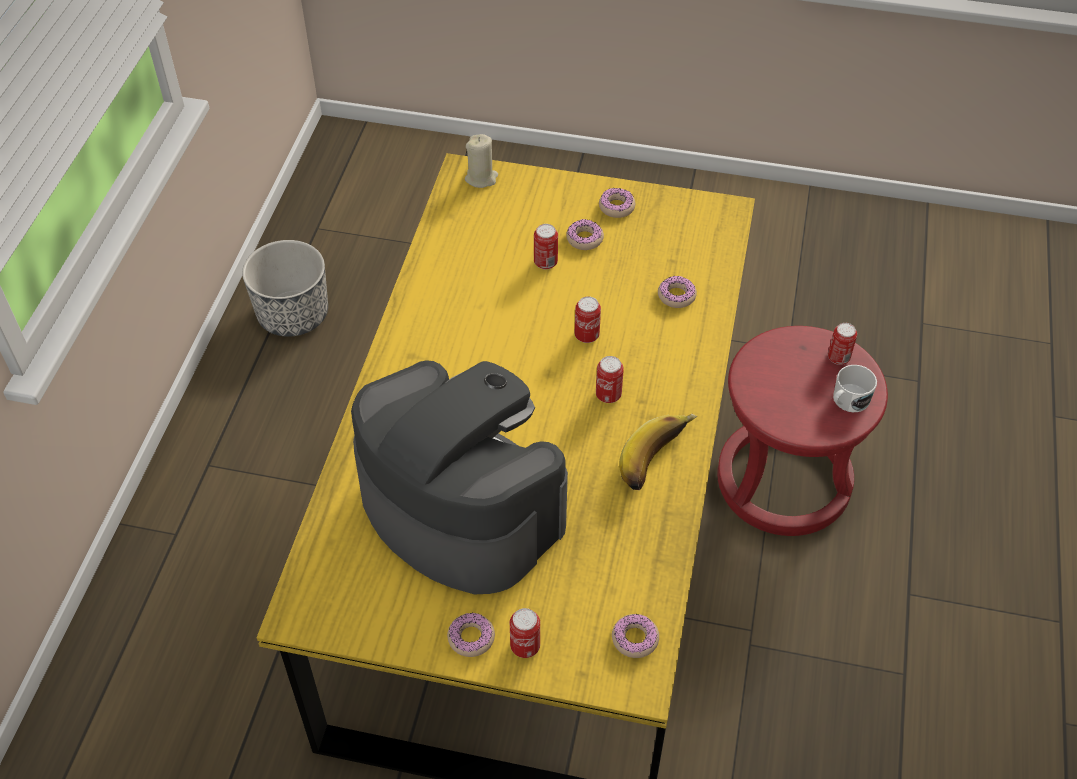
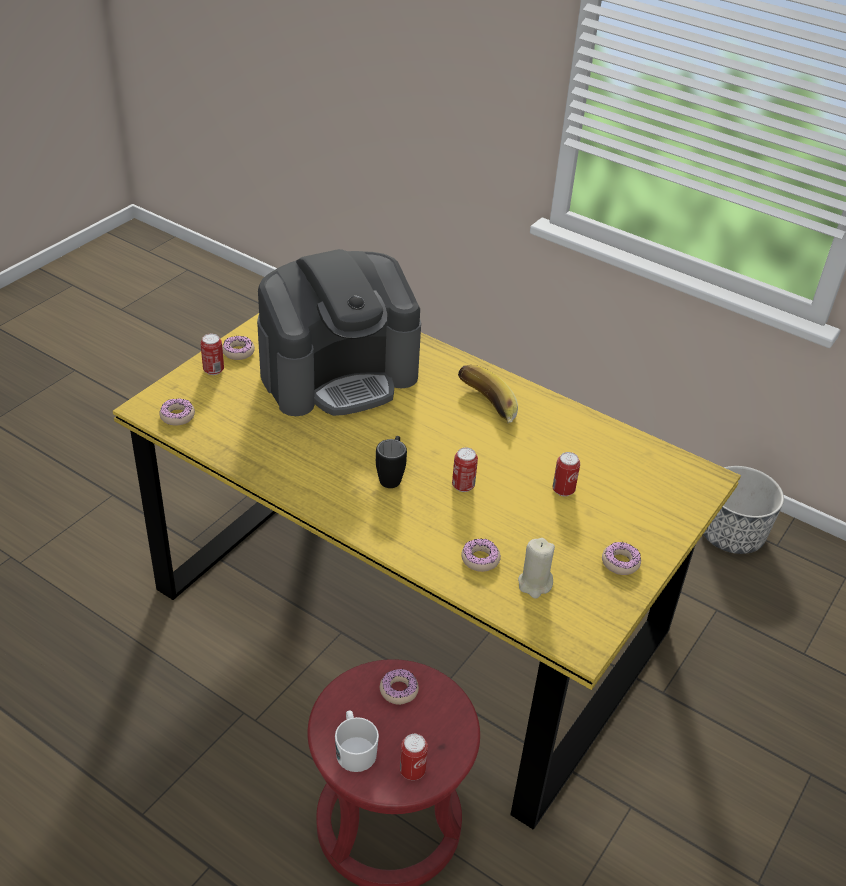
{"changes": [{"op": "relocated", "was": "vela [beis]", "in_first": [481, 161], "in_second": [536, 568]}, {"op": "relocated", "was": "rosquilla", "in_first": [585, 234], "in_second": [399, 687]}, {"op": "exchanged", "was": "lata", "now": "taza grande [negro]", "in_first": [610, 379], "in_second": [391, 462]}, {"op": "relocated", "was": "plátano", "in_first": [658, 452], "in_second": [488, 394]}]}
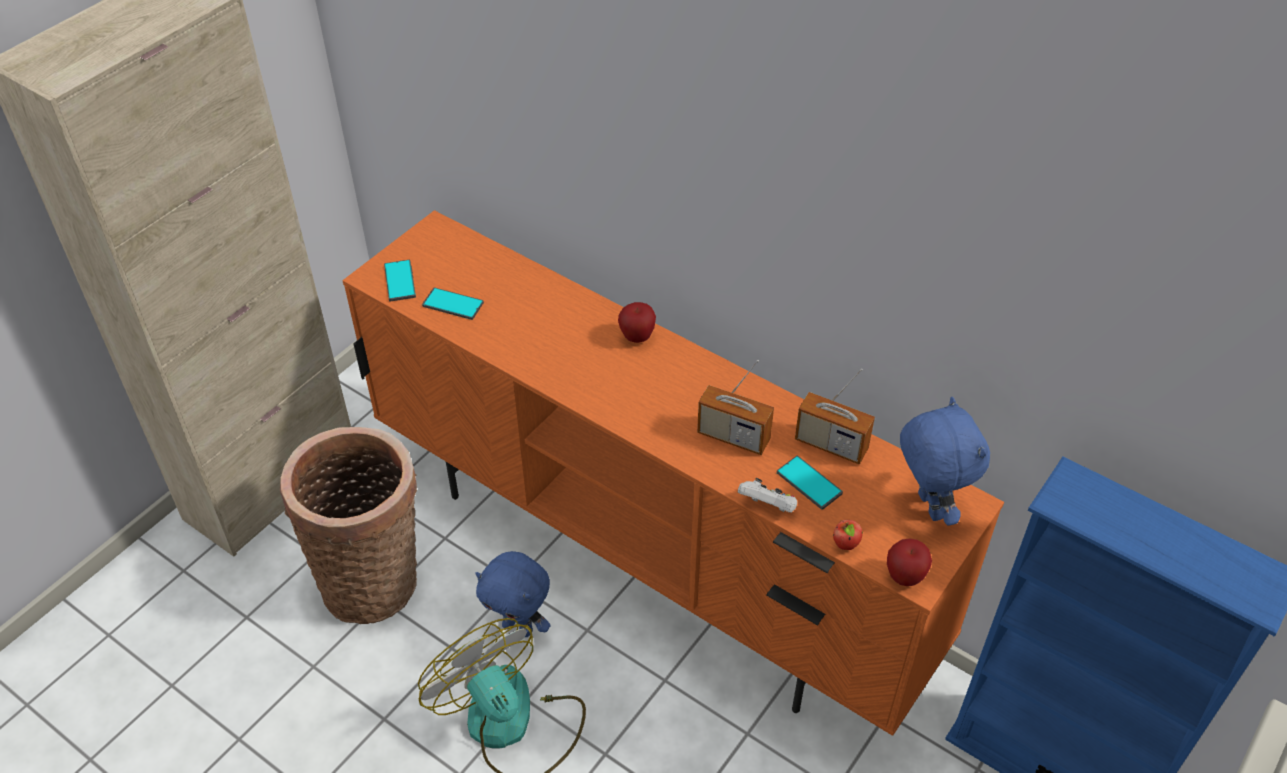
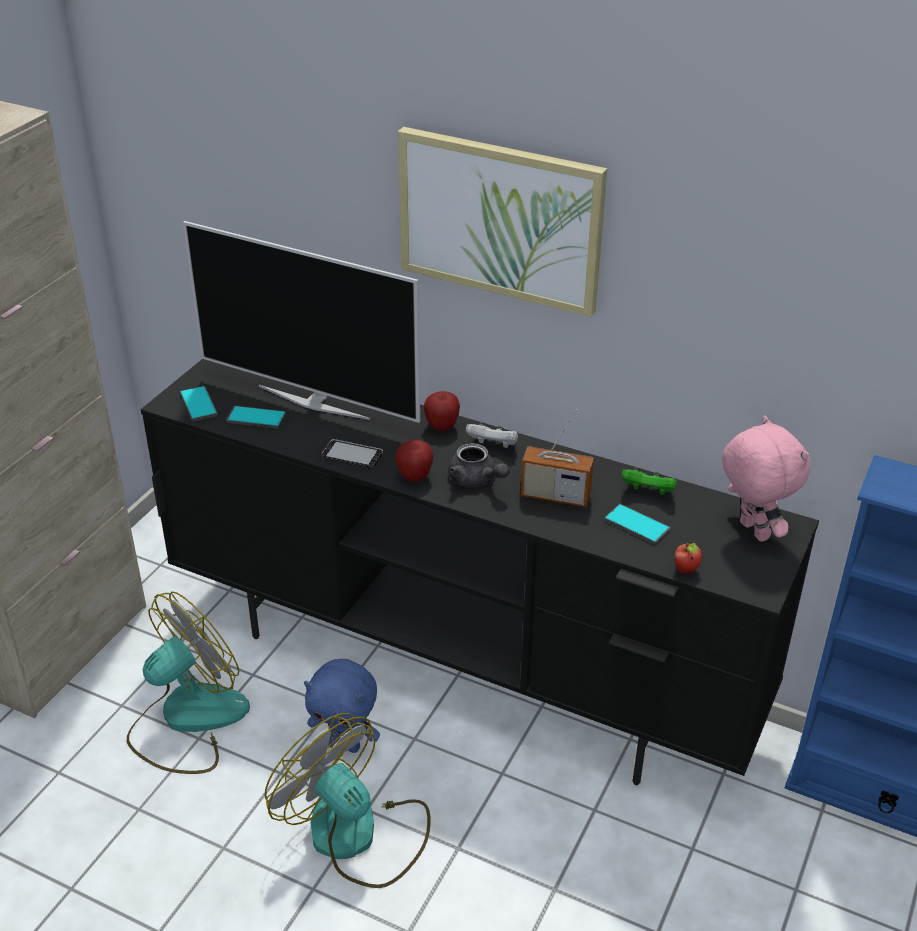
{"changes": [{"op": "exchanged", "was": "cesta", "now": "ventilador", "in_first": [348, 525], "in_second": [188, 682]}, {"op": "colour", "was": "mueble de televisión [naranja]", "now": "mueble de televisión [negro]", "in_first": [673, 473], "in_second": [480, 572]}, {"op": "relocated", "was": "mando de consola [blanco]", "in_first": [767, 495], "in_second": [492, 435]}, {"op": "exchanged", "was": "radio", "now": "mando de consola [verde]", "in_first": [835, 416], "in_second": [649, 481]}, {"op": "relocated", "was": "manzana", "in_first": [909, 562], "in_second": [414, 461]}, {"op": "colour", "was": "peluche [azul]", "now": "peluche [rosa]", "in_first": [945, 461], "in_second": [766, 478]}, {"op": "appeared", "now": "televisor", "in_second": [301, 322]}, {"op": "appeared", "now": "móvil", "in_second": [352, 454]}, {"op": "appeared", "now": "cuadro", "in_second": [502, 222]}, {"op": "appeared", "now": "tetera [gris]", "in_second": [479, 465]}]}
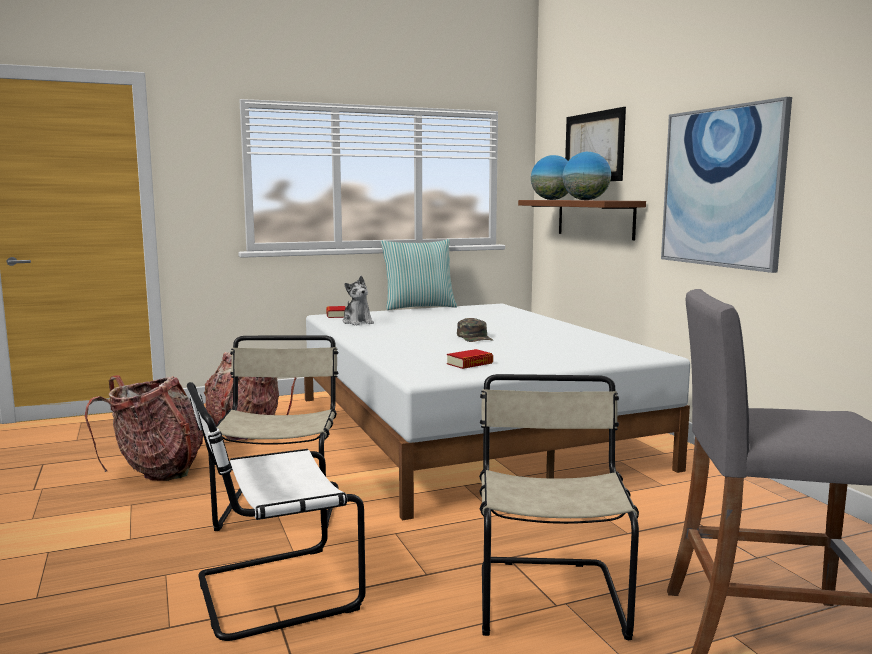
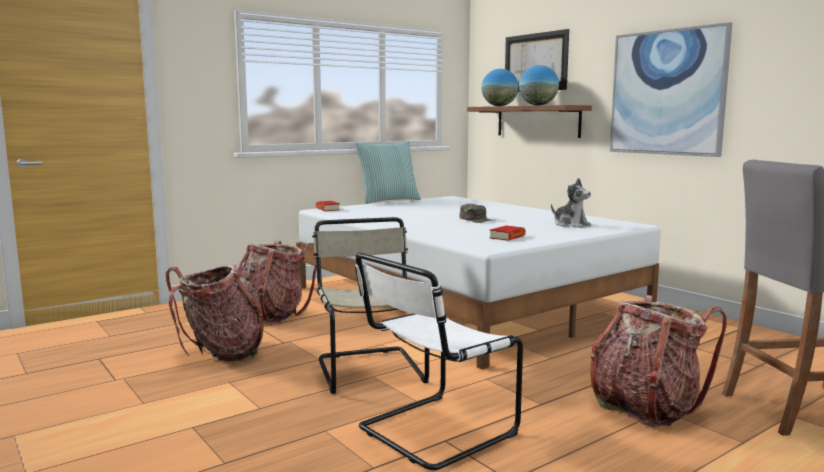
{"changes": [{"op": "relocated", "was": "peluche", "in_first": [358, 301], "in_second": [571, 203]}, {"op": "exchanged", "was": "silla [beis]", "now": "mochila", "in_first": [559, 507], "in_second": [658, 361]}]}
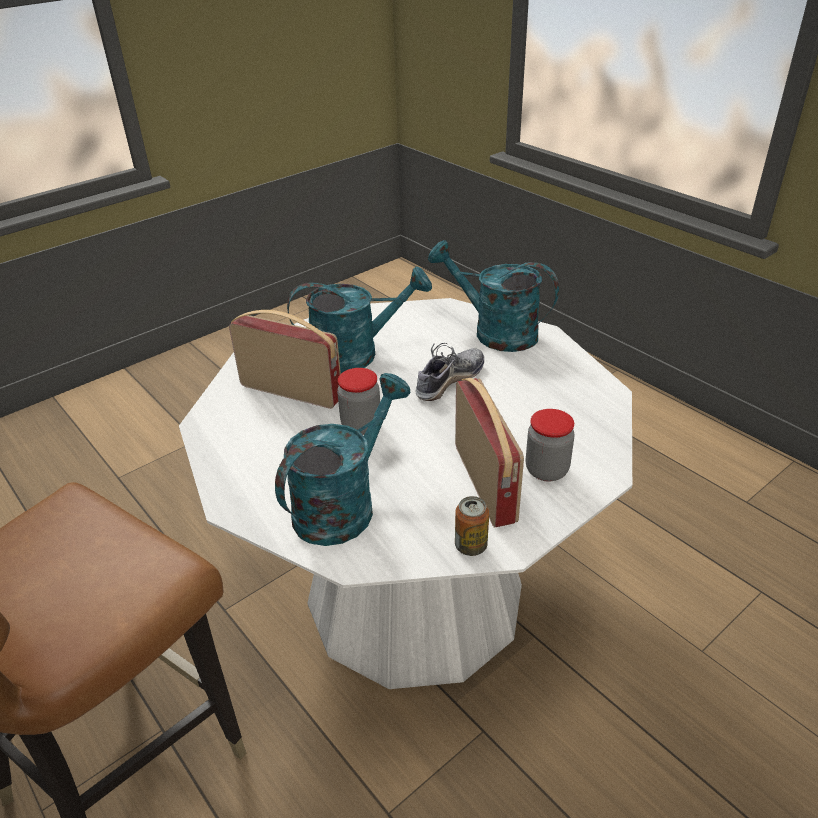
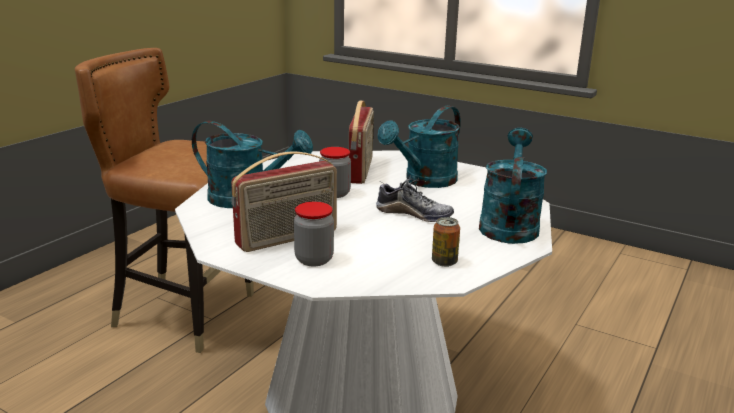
{"changes": [{"op": "spun", "was": "regadera [turquesa]", "in_first": [359, 319], "in_second": [419, 147], "clockwise": 75}, {"op": "relocated", "was": "lata", "in_first": [472, 526], "in_second": [446, 242]}]}
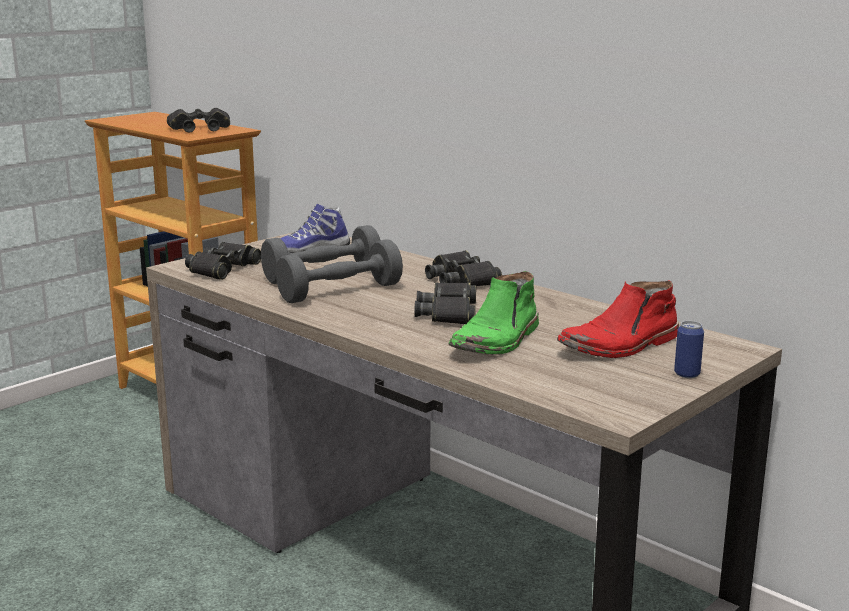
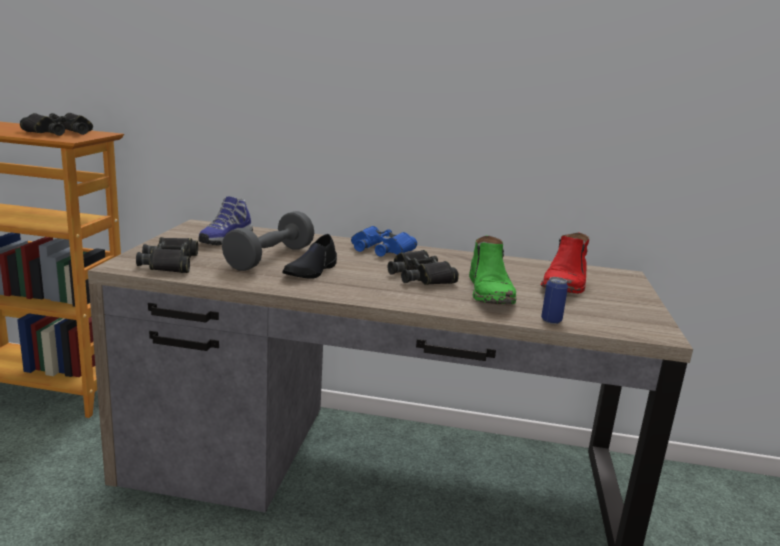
{"changes": [{"op": "exchanged", "was": "mancuerna [gris]", "now": "zapato [negro]", "in_first": [339, 271], "in_second": [309, 256]}, {"op": "colour", "was": "prismáticos [negro]", "now": "prismáticos [azul]", "in_first": [463, 268], "in_second": [384, 241]}, {"op": "relocated", "was": "lata", "in_first": [689, 349], "in_second": [554, 300]}]}
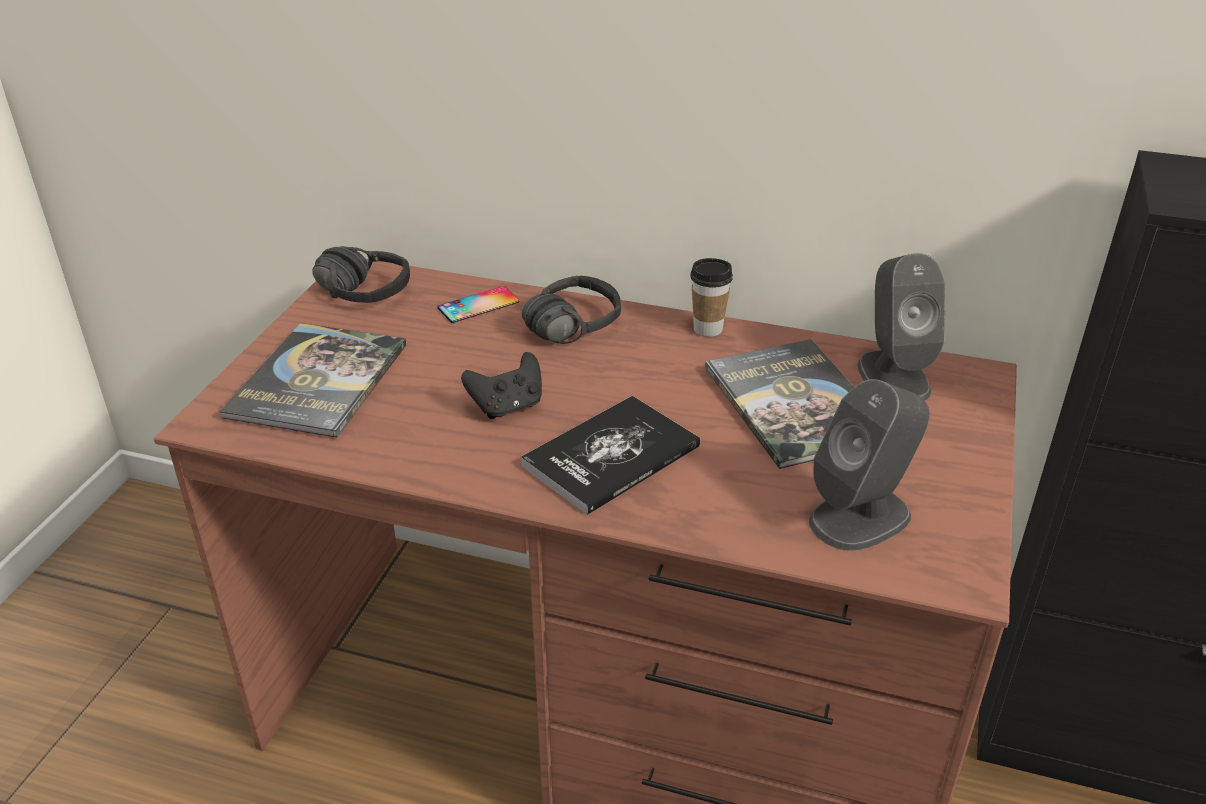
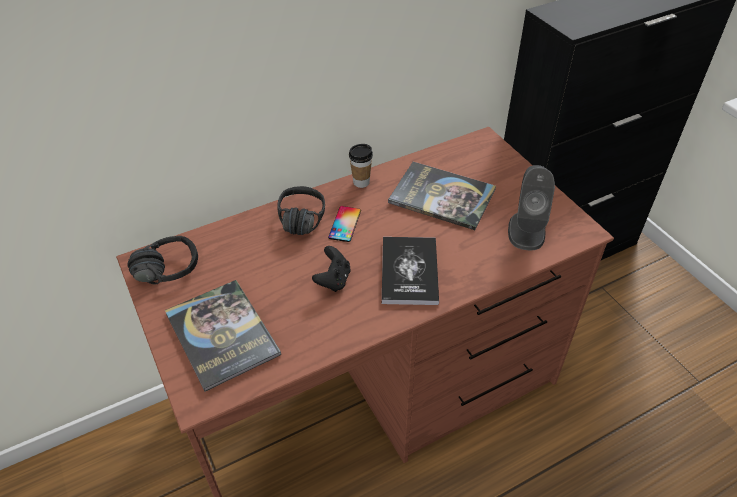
{"changes": [{"op": "relocated", "was": "móvil", "in_first": [478, 304], "in_second": [344, 224]}, {"op": "missing", "was": "altavoz [gris]", "in_first": [901, 327]}]}
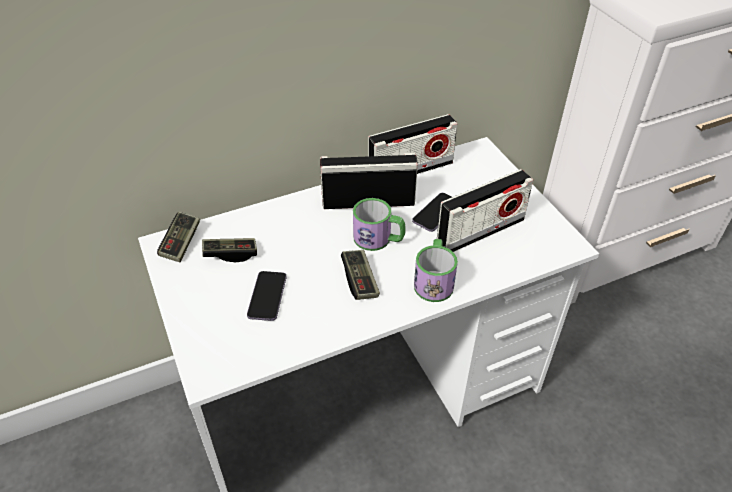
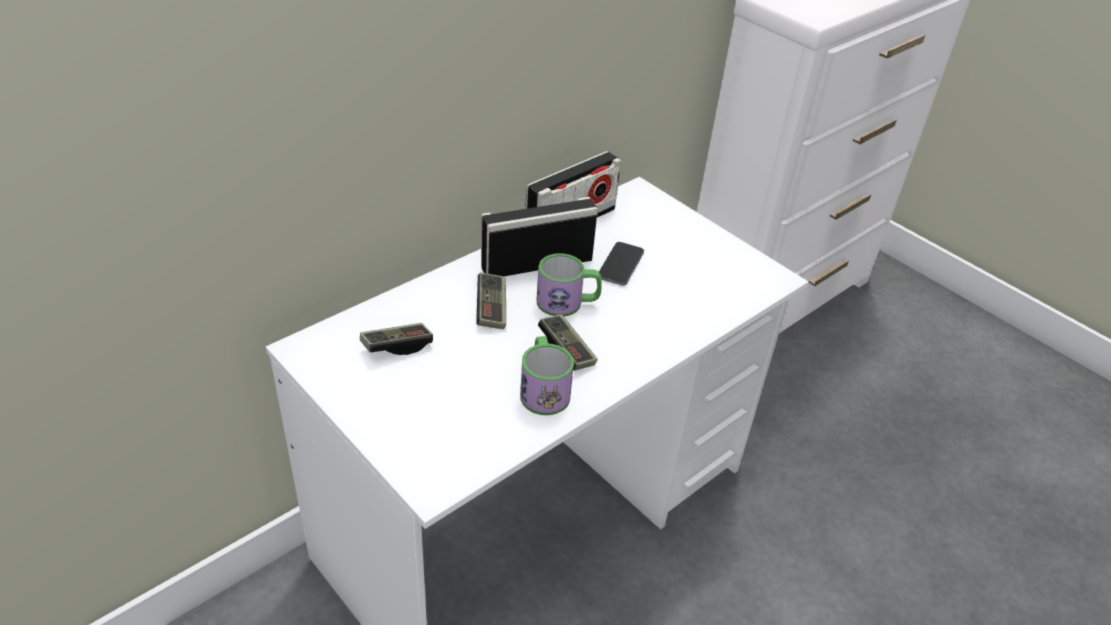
{"changes": [{"op": "relocated", "was": "mando de consola", "in_first": [178, 237], "in_second": [491, 300]}, {"op": "missing", "was": "móvil", "in_first": [266, 296]}, {"op": "relocated", "was": "taza grande", "in_first": [436, 270], "in_second": [547, 375]}, {"op": "missing", "was": "radio", "in_first": [485, 210]}]}
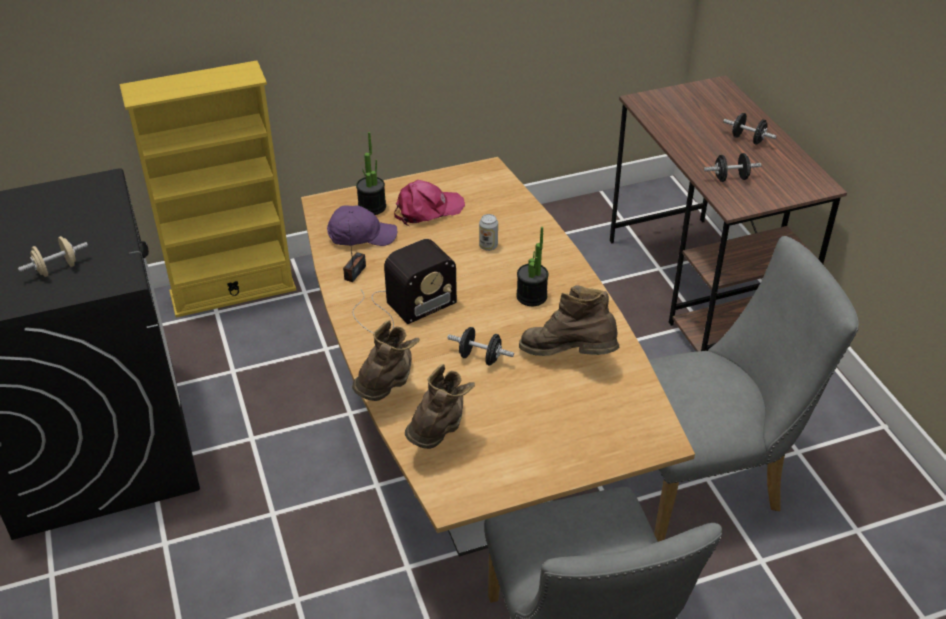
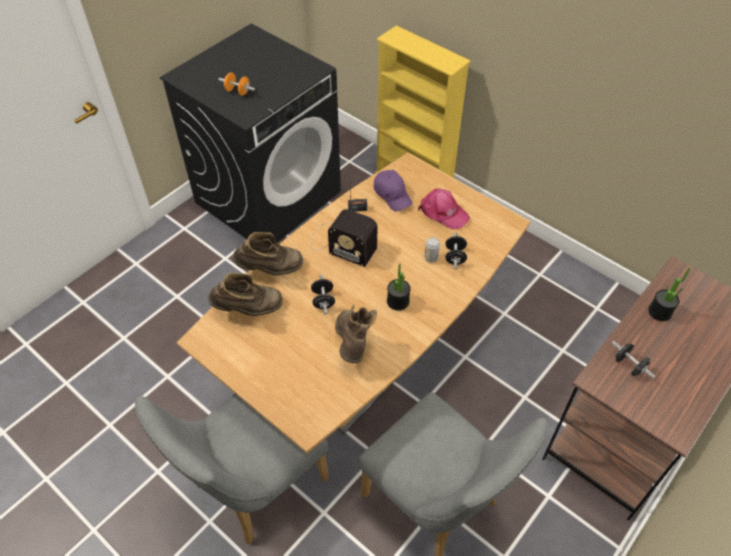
{"changes": [{"op": "colour", "was": "mancuerna [beis]", "now": "mancuerna [naranja]", "in_first": [53, 256], "in_second": [236, 84]}, {"op": "relocated", "was": "planta en maceta", "in_first": [371, 173], "in_second": [669, 294]}, {"op": "relocated", "was": "mancuerna [negro]", "in_first": [750, 128], "in_second": [456, 250]}]}
